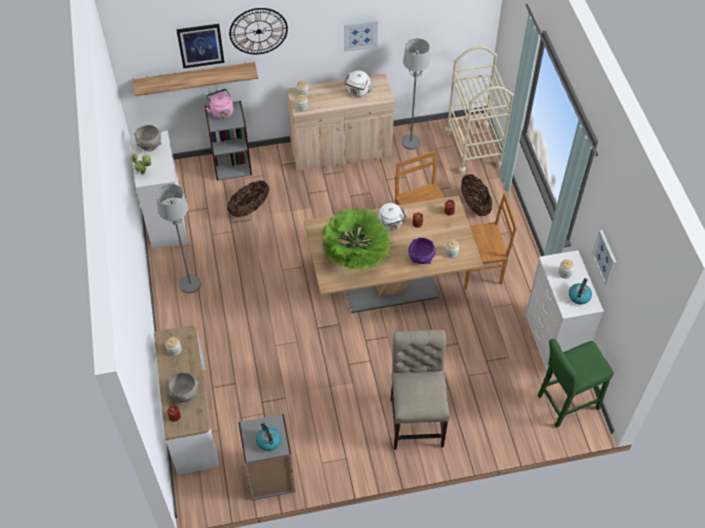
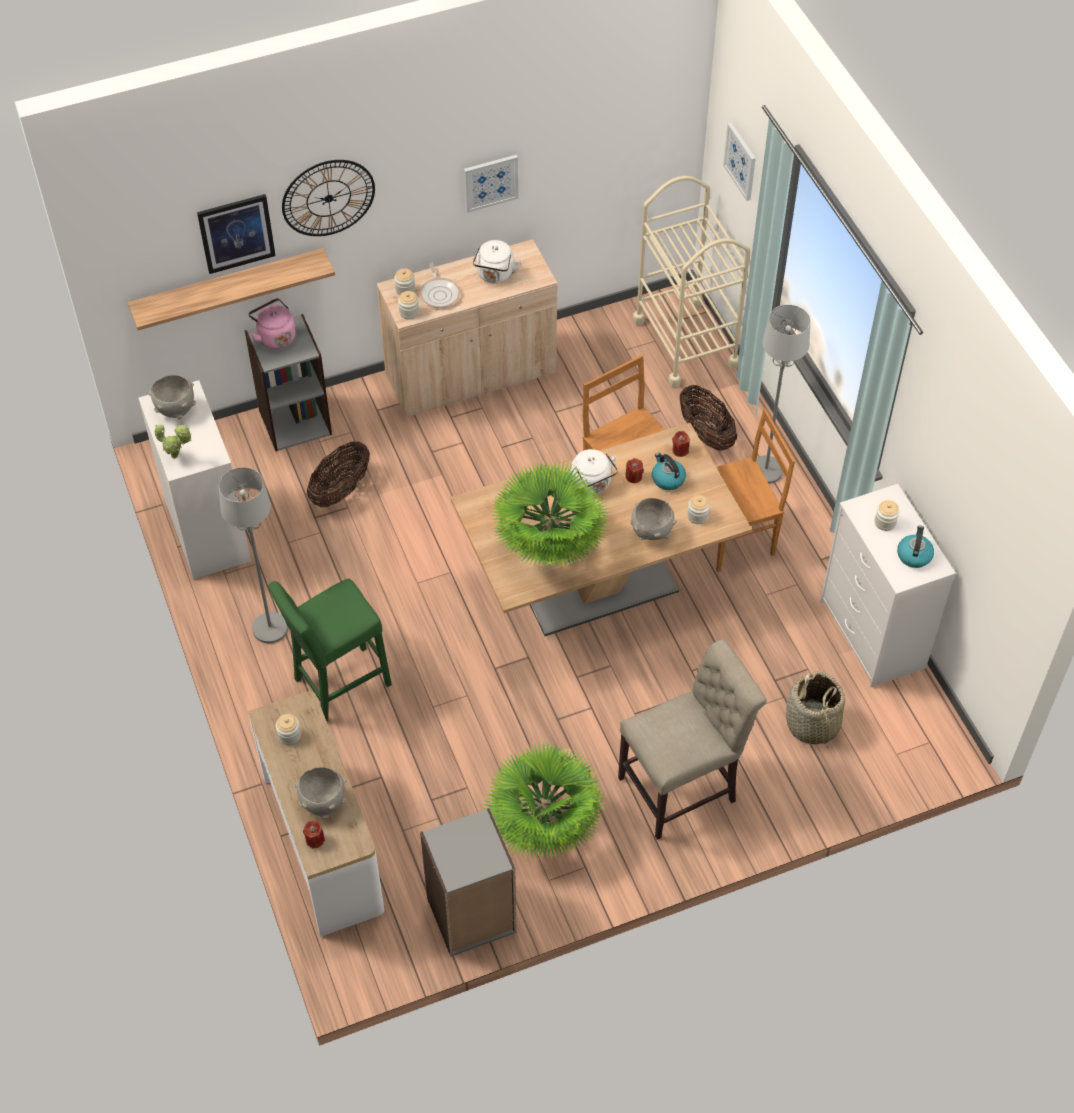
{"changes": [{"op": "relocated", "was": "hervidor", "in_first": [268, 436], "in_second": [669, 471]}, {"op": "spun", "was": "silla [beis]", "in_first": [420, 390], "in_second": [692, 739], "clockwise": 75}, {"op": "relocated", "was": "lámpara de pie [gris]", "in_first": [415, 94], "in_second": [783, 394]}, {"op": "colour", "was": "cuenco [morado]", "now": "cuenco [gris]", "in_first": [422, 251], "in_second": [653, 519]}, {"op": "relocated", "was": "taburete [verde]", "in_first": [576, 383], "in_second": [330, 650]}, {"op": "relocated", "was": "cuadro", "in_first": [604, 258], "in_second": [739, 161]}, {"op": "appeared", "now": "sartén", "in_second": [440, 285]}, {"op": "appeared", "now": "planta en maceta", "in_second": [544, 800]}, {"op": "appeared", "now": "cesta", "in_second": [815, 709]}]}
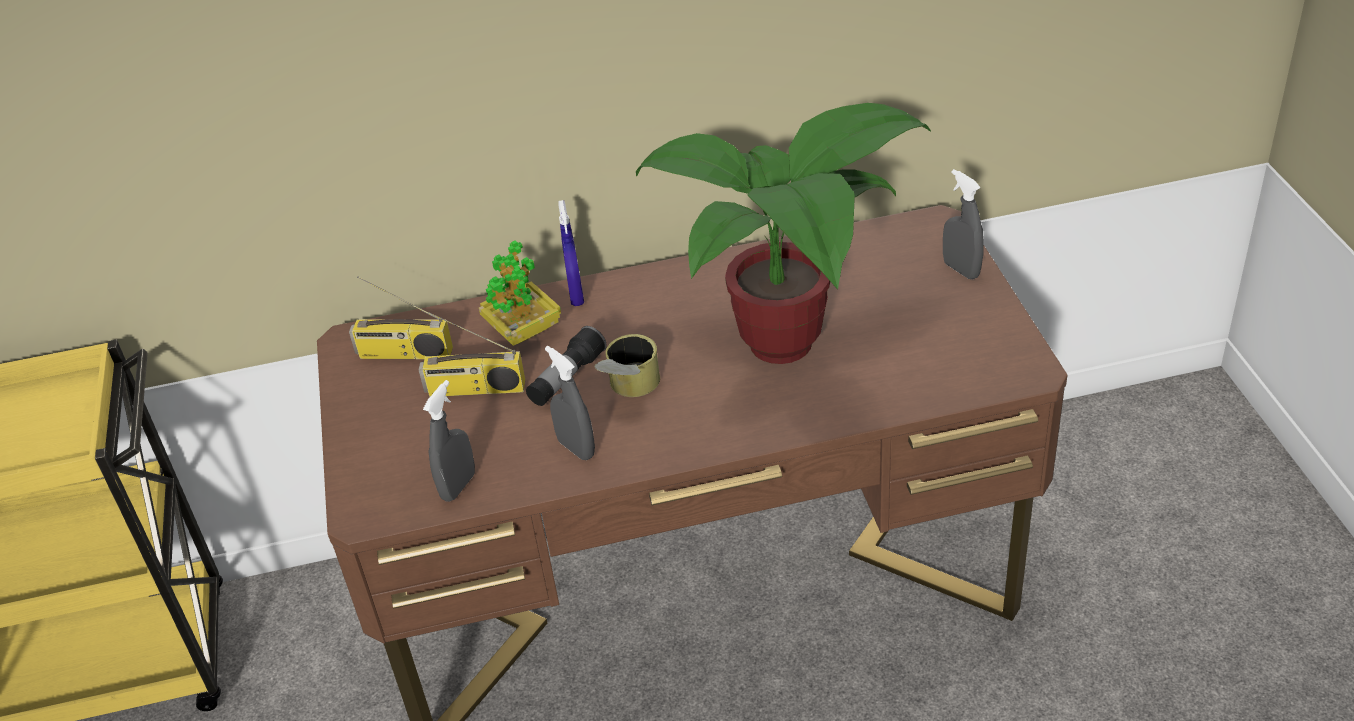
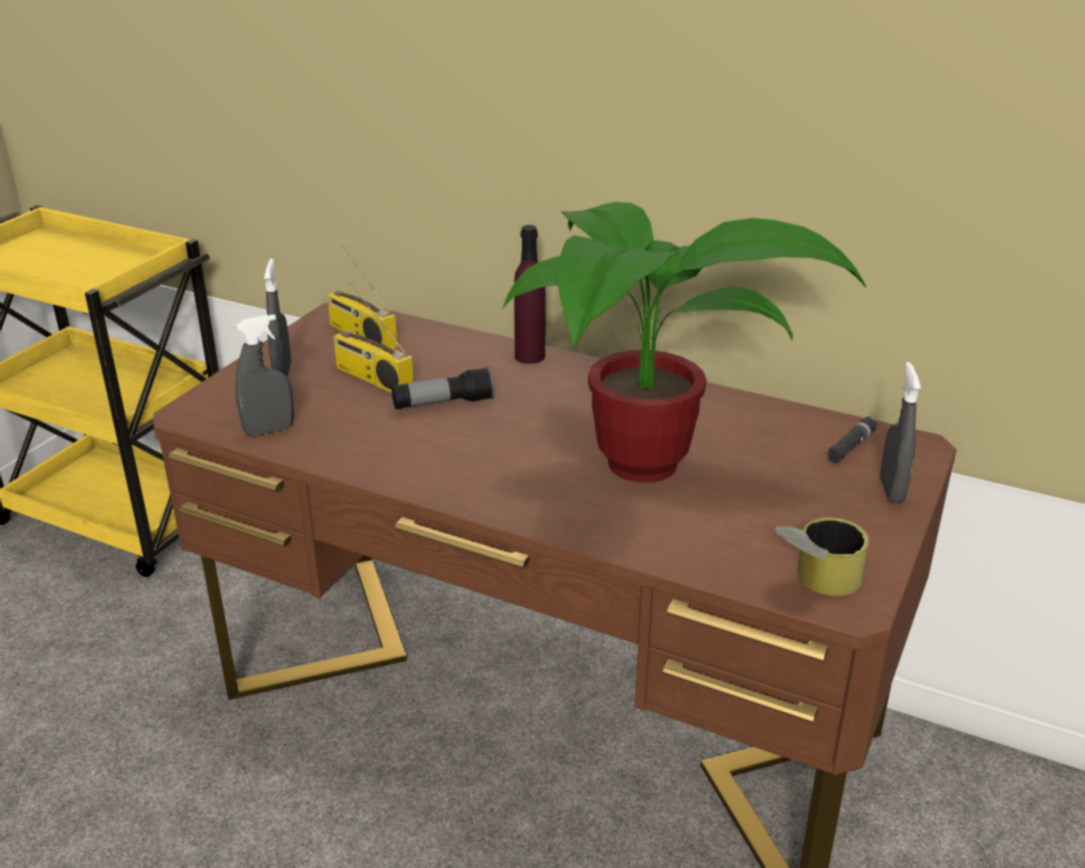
{"changes": [{"op": "missing", "was": "planta en maceta", "in_first": [520, 293]}, {"op": "relocated", "was": "pulverizador [gris]", "in_first": [570, 403], "in_second": [277, 318]}, {"op": "exchanged", "was": "pulverizador [azul]", "now": "botella [morado]", "in_first": [571, 253], "in_second": [529, 294]}, {"op": "relocated", "was": "lata", "in_first": [627, 365], "in_second": [822, 556]}, {"op": "appeared", "now": "linterna [negro]", "in_second": [851, 440]}]}
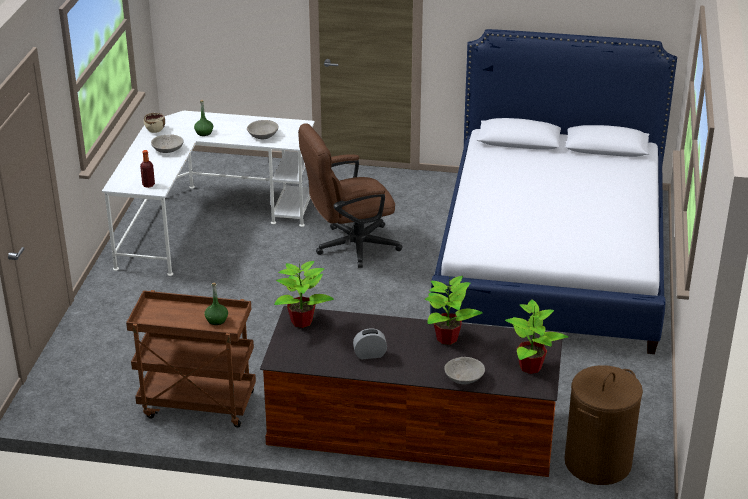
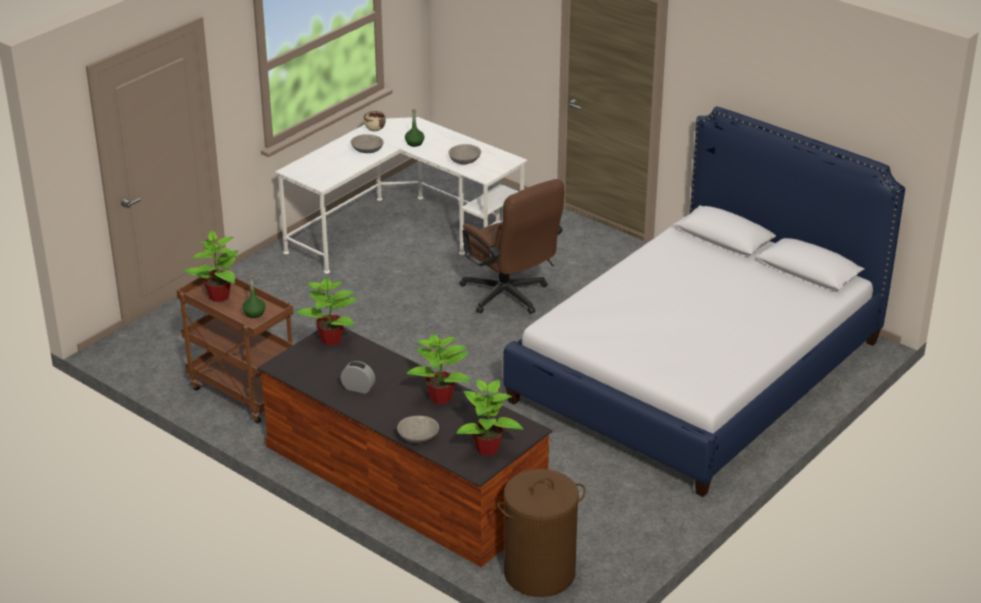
{"changes": [{"op": "missing", "was": "botella", "in_first": [147, 169]}, {"op": "spun", "was": "silla de oficina [marrón]", "in_first": [350, 195], "in_second": [511, 246], "clockwise": -135}, {"op": "appeared", "now": "planta en maceta", "in_second": [211, 266]}]}
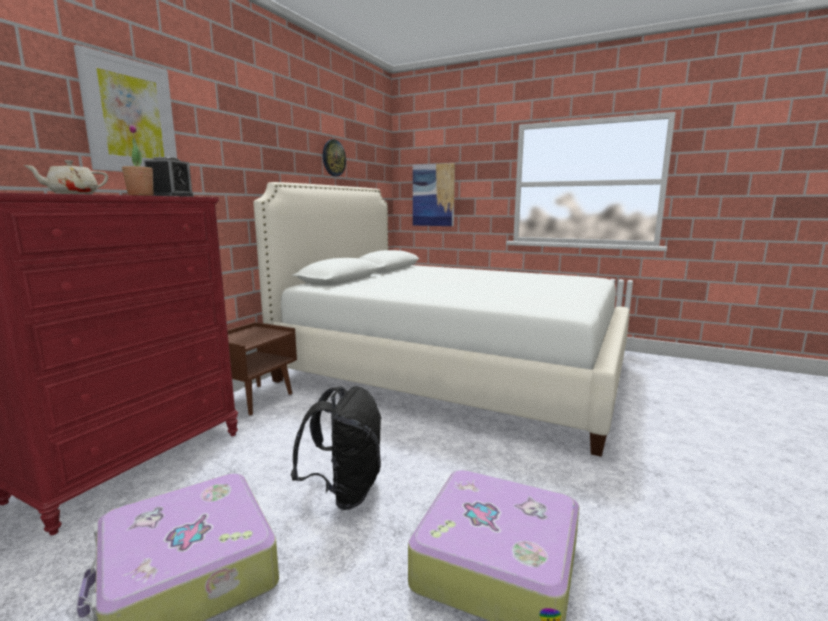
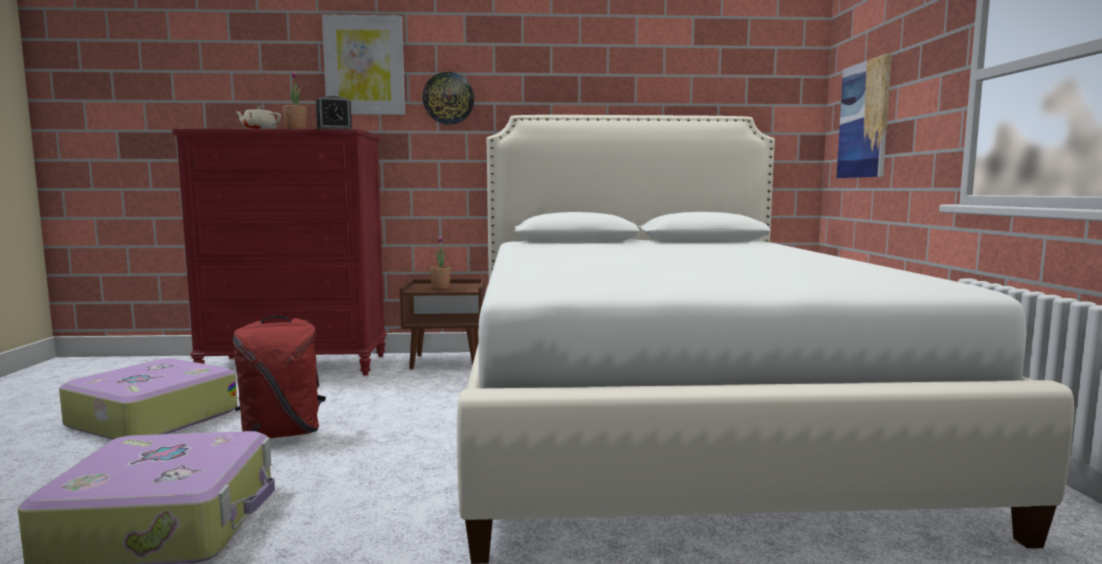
{"changes": [{"op": "colour", "was": "mochila [negro]", "now": "mochila [rojo]", "in_first": [336, 448], "in_second": [279, 377]}, {"op": "relocated", "was": "reloj de pared", "in_first": [334, 157], "in_second": [448, 98]}, {"op": "appeared", "now": "planta en maceta", "in_second": [440, 262]}]}
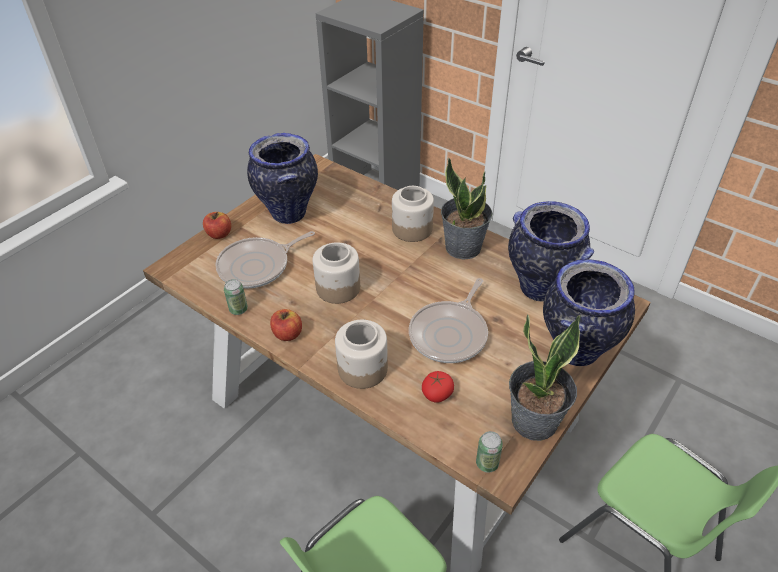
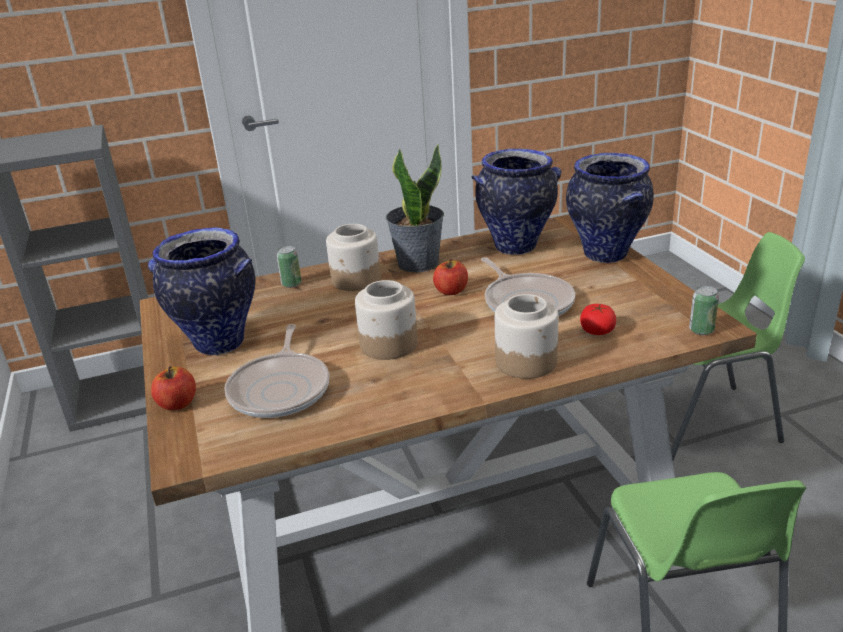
{"changes": [{"op": "relocated", "was": "lata", "in_first": [236, 297], "in_second": [289, 267]}, {"op": "relocated", "was": "manzana", "in_first": [286, 325], "in_second": [450, 277]}, {"op": "missing", "was": "planta en maceta", "in_first": [545, 377]}]}
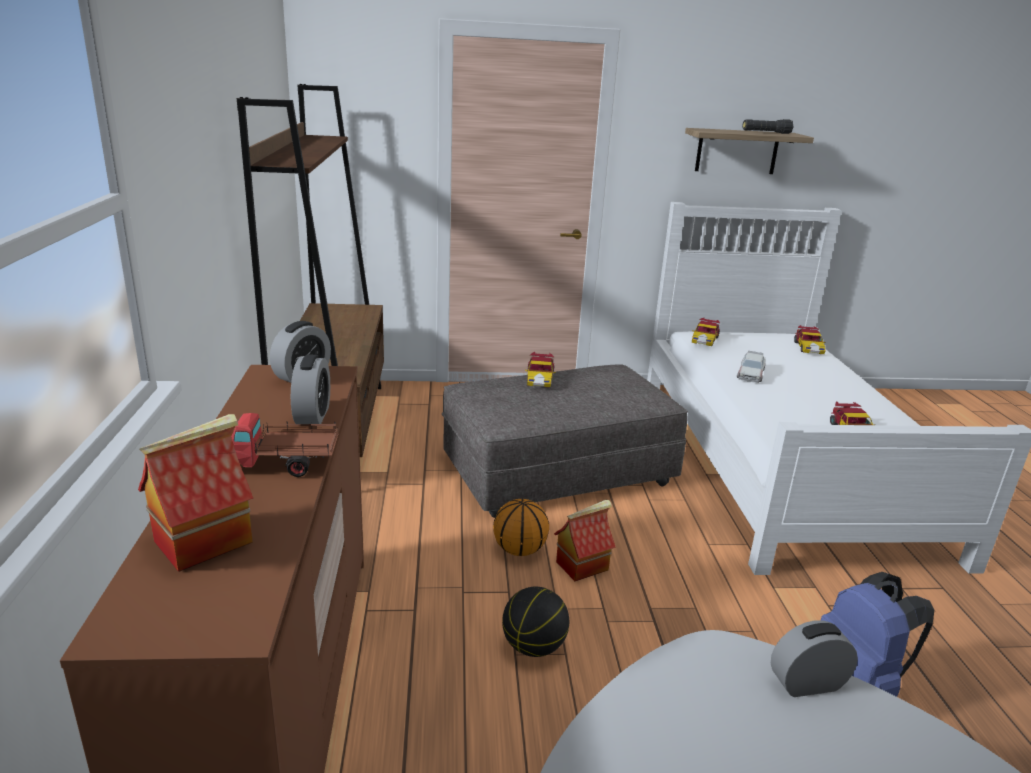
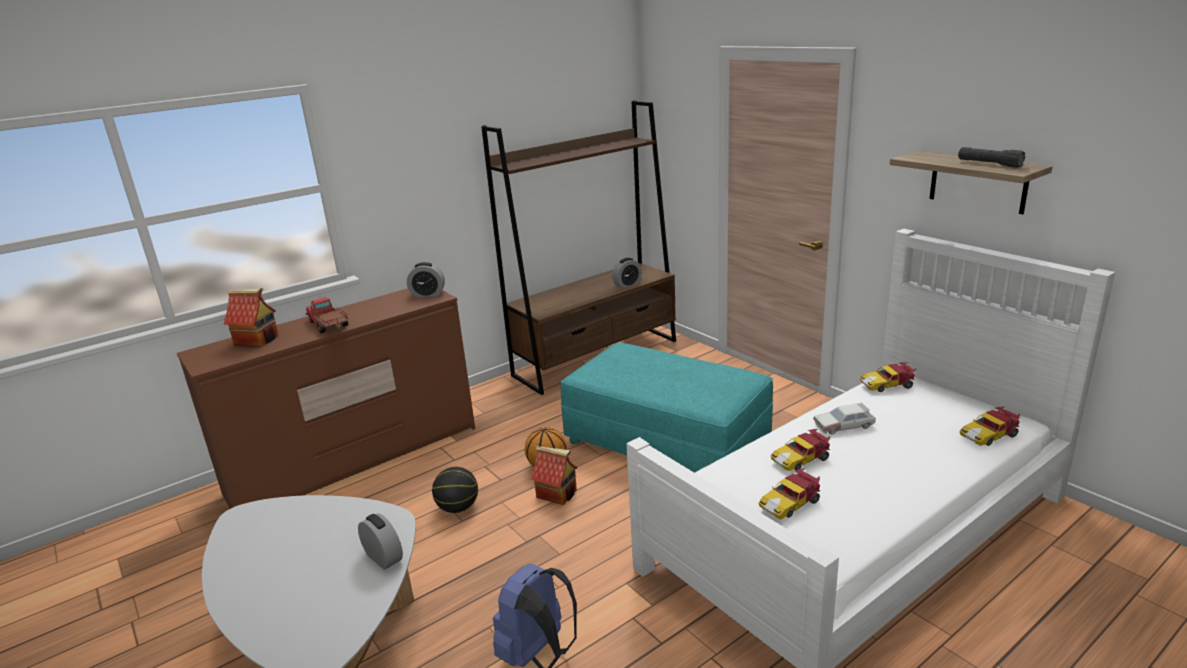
{"changes": [{"op": "relocated", "was": "despertador", "in_first": [310, 389], "in_second": [627, 273]}, {"op": "colour", "was": "puf [gris]", "now": "puf [turquesa]", "in_first": [565, 441], "in_second": [666, 407]}, {"op": "relocated", "was": "coche de juguete", "in_first": [540, 369], "in_second": [800, 450]}]}
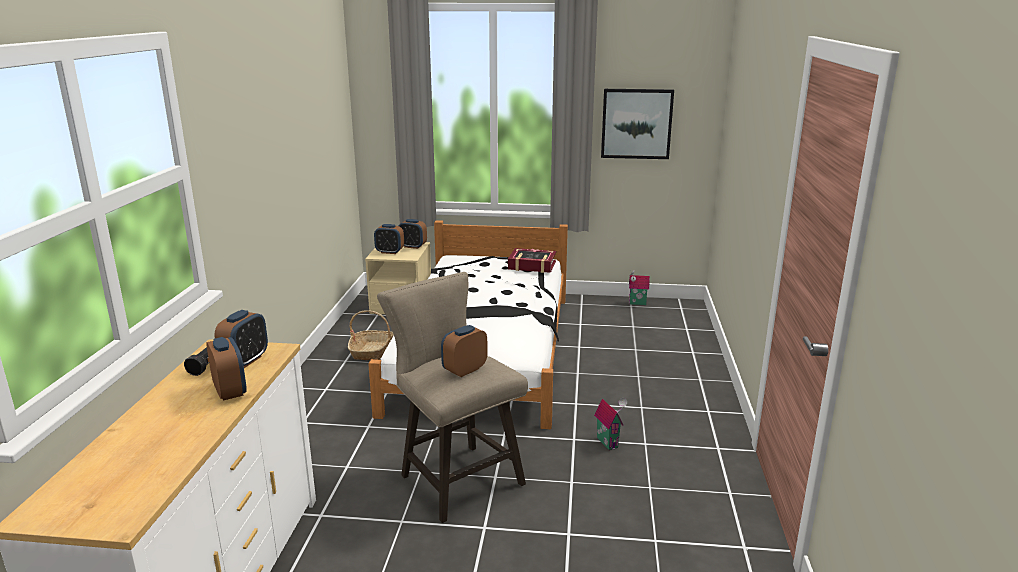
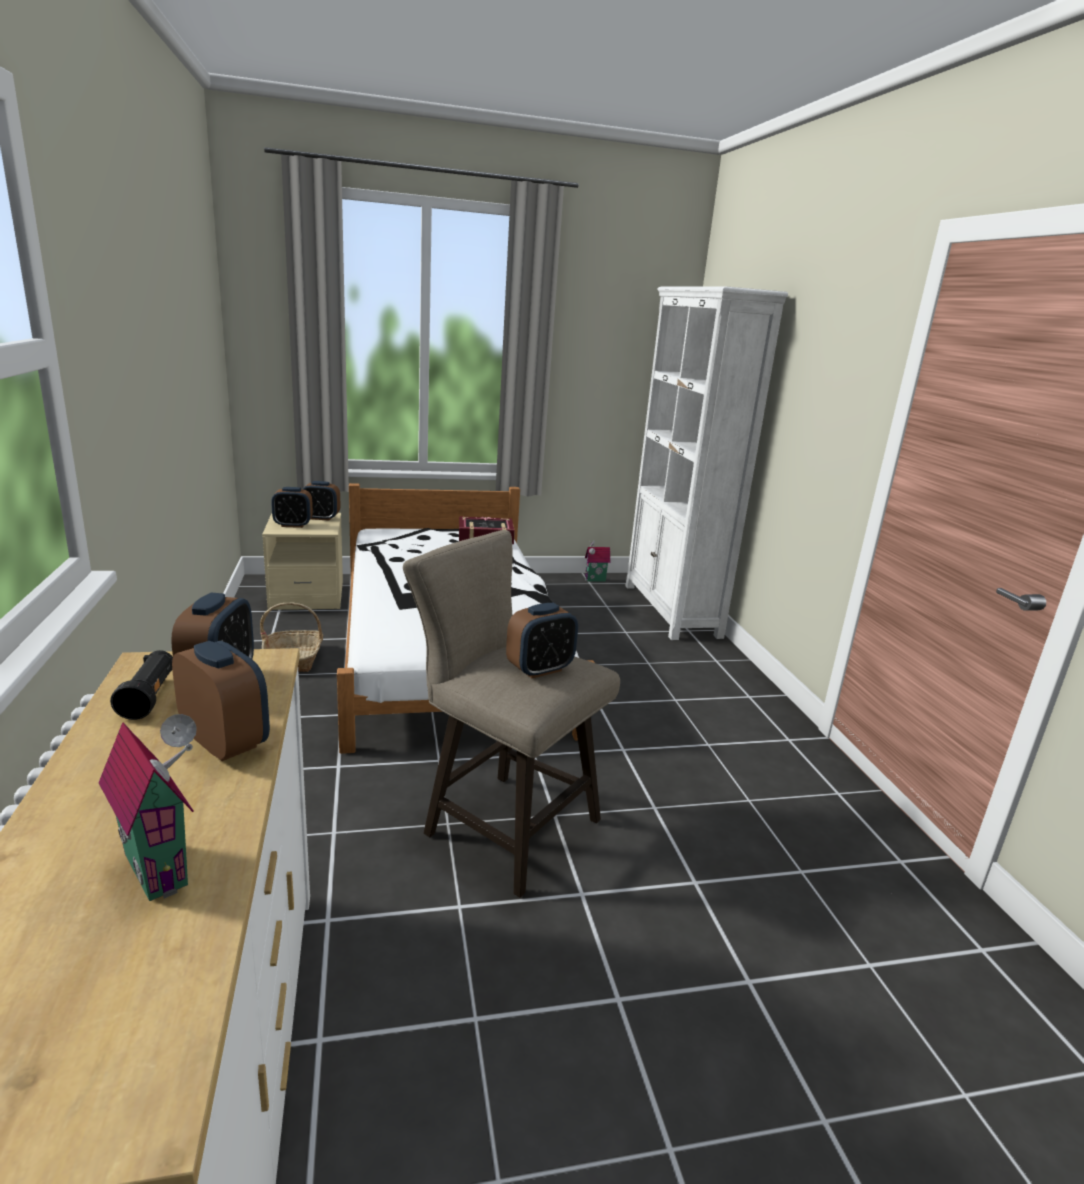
{"changes": [{"op": "spun", "was": "despertador", "in_first": [464, 351], "in_second": [542, 641], "clockwise": -150}, {"op": "relocated", "was": "casita", "in_first": [610, 424], "in_second": [148, 807]}, {"op": "missing", "was": "cuadro", "in_first": [637, 124]}, {"op": "appeared", "now": "estantería [blanco]", "in_second": [707, 463]}]}
